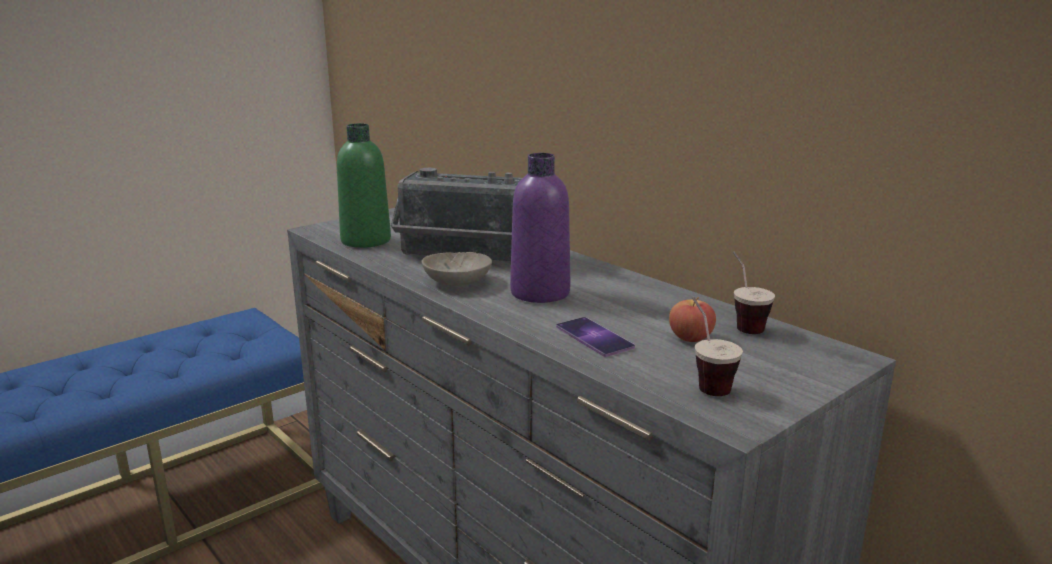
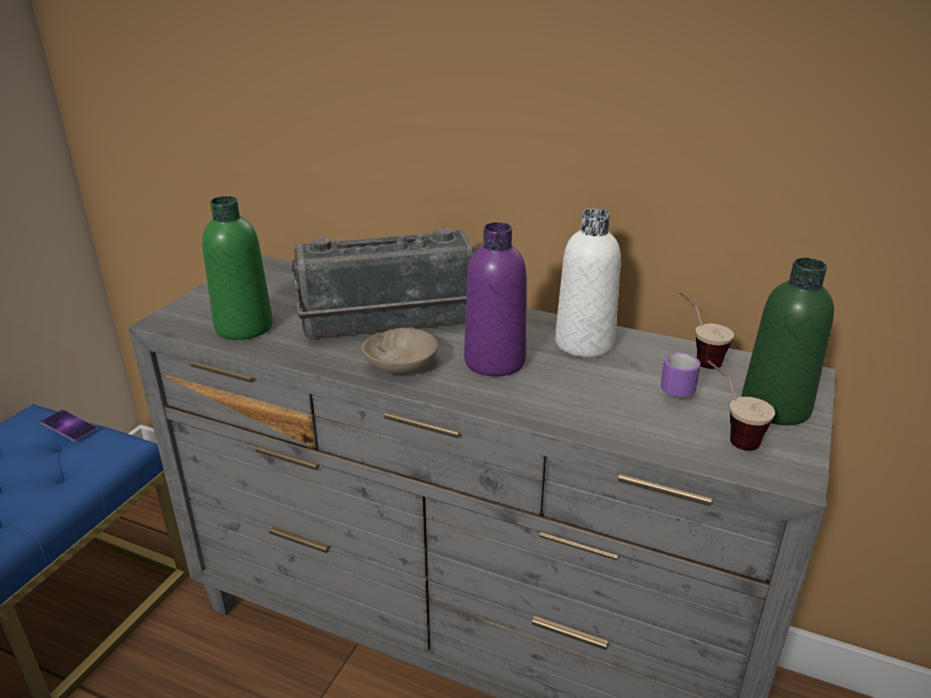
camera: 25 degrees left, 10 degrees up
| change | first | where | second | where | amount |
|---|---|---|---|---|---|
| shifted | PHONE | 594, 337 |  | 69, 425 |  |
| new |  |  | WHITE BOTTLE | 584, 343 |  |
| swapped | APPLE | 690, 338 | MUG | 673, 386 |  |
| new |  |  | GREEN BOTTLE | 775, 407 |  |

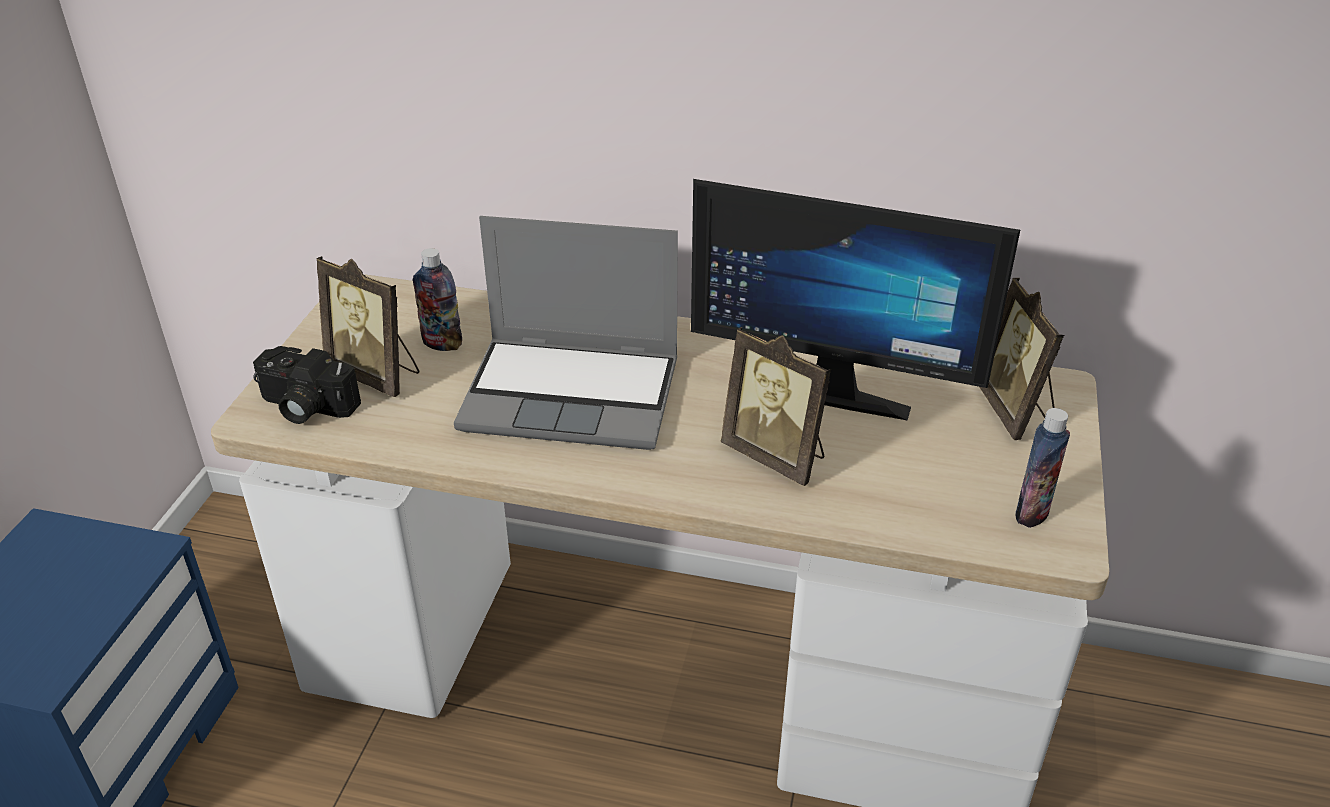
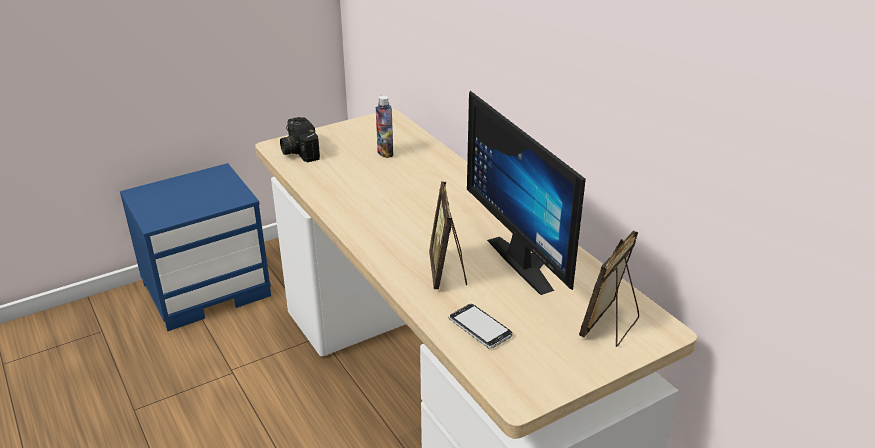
camera: 45 degrees right, 5 degrees down
| change | first | where | second | where | amount |
|---|---|---|---|---|---|
| new |  |  | PHONE | 480, 328 |  |
| gone | PICTURE FRAME | 376, 375 |  |  |  |
| gone | LAPTOP | 574, 394 |  |  |  |
| gone | BOTTLE | 1032, 512 |  |  |  |

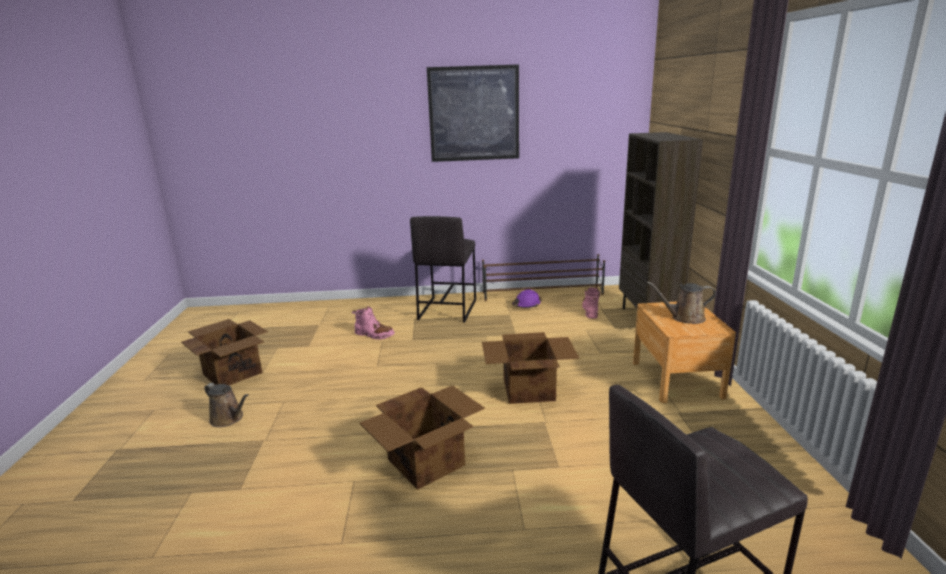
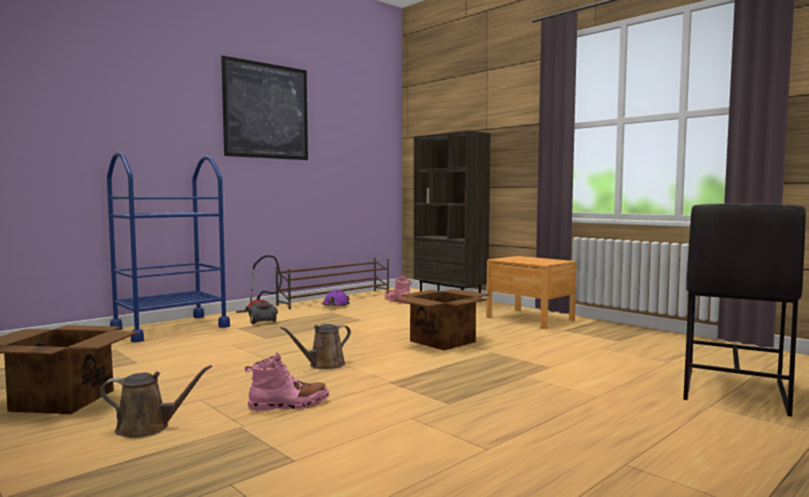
camera: 40 degrees left, 15 degrees down
| change | first | where | second | where | amount |
|---|---|---|---|---|---|
| new |  |  | BLUE CART | 170, 328 |  |
| swapped | GREY STOOL | 447, 310 | VACUUM CLEANER | 261, 318 |  |
| shifted | PINK BOOT | 374, 335 |  | 289, 405 |  |
| shifted | BROWN WATERING CAN | 684, 318 |  | 323, 365 |  |
| gone | CARDBOARD BOX | 427, 462 |  |  |  |

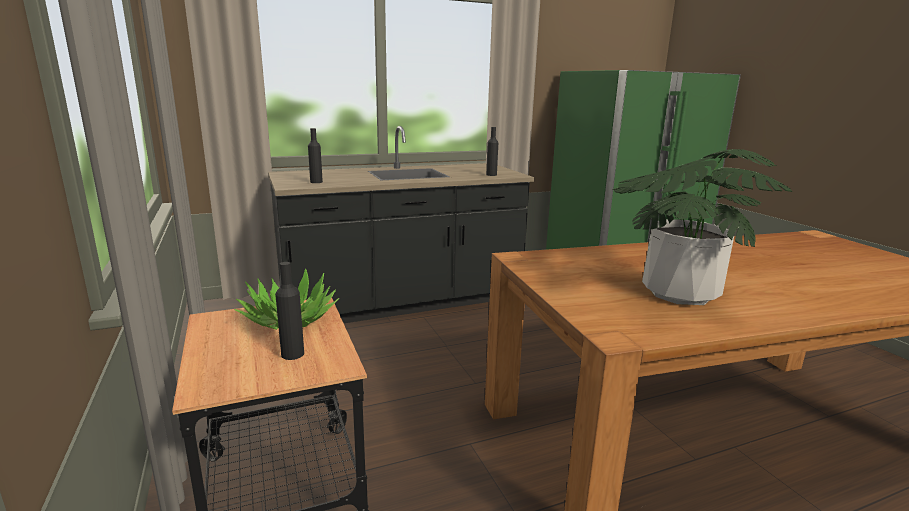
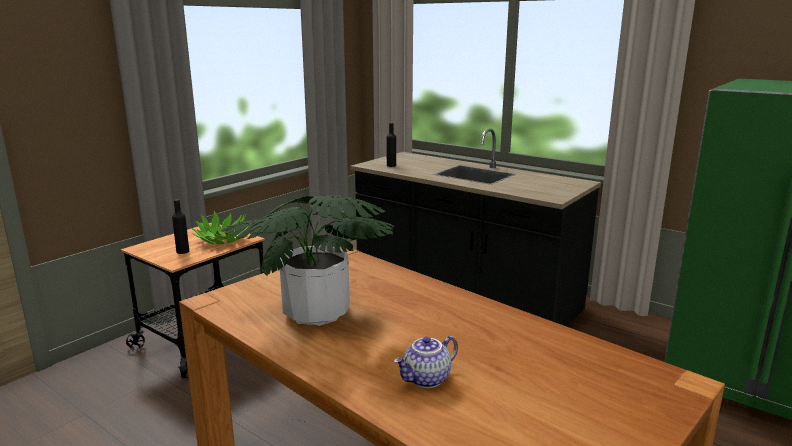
camera: 60 degrees right, 0 degrees up
| change | first | where | second | where | amount |
|---|---|---|---|---|---|
| new |  |  | TEAPOT | 427, 380 |  |
| gone | BLACK BOTTLE | 491, 175 |  |  |  |

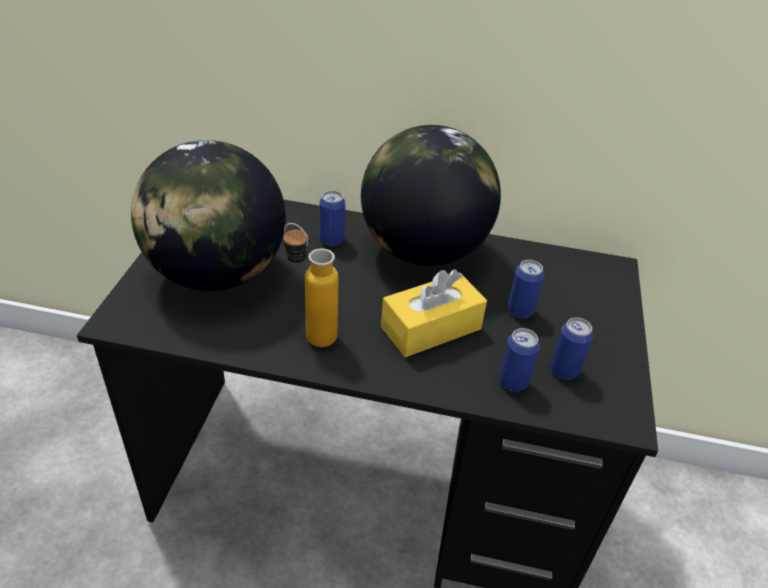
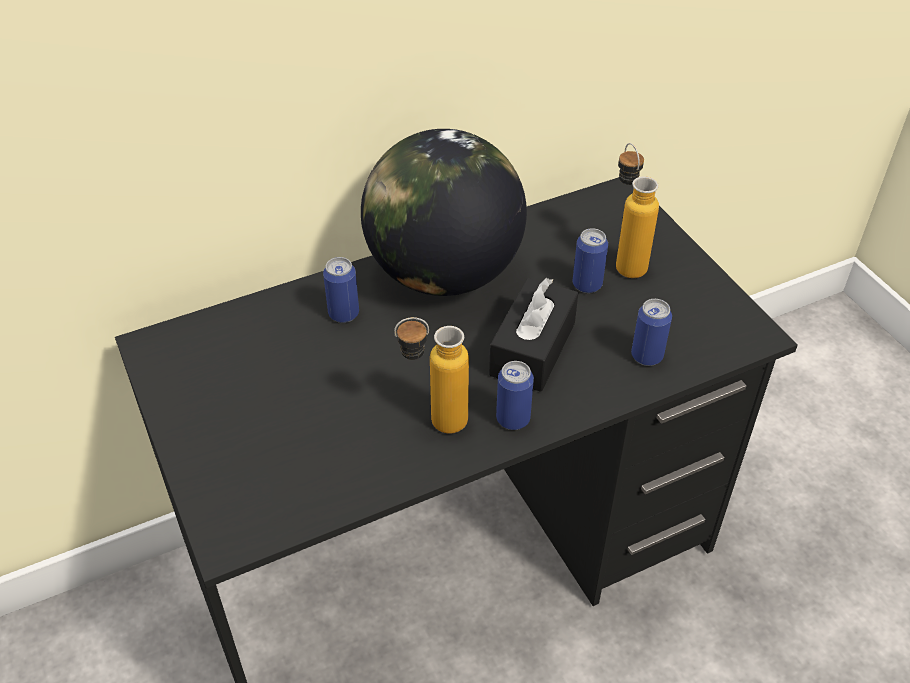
camera: 35 degrees left, 5 degrees up
| change | first | where | second | where | amount |
|---|---|---|---|---|---|
| repainted | YELLOW TISSUE BOX | 431, 328 | BLACK TISSUE BOX | 532, 349 |  |
| shifted | CAN | 564, 370 |  | 513, 419 |  |
| new |  |  | BOTTLE | 625, 260 |  |
| gone | GLOBE | 217, 273 |  |  |  |

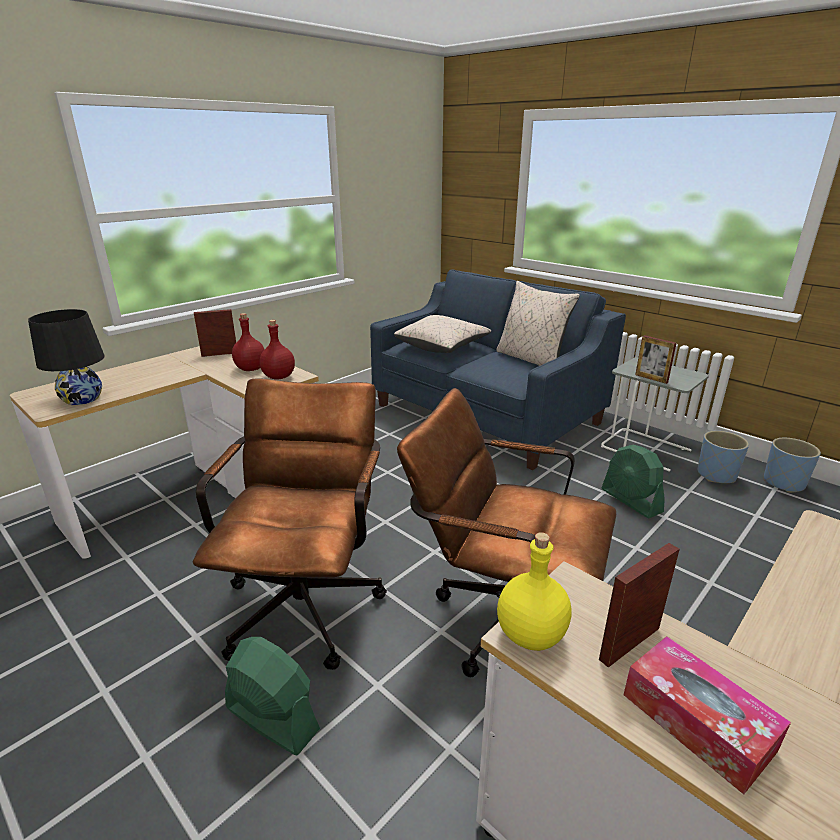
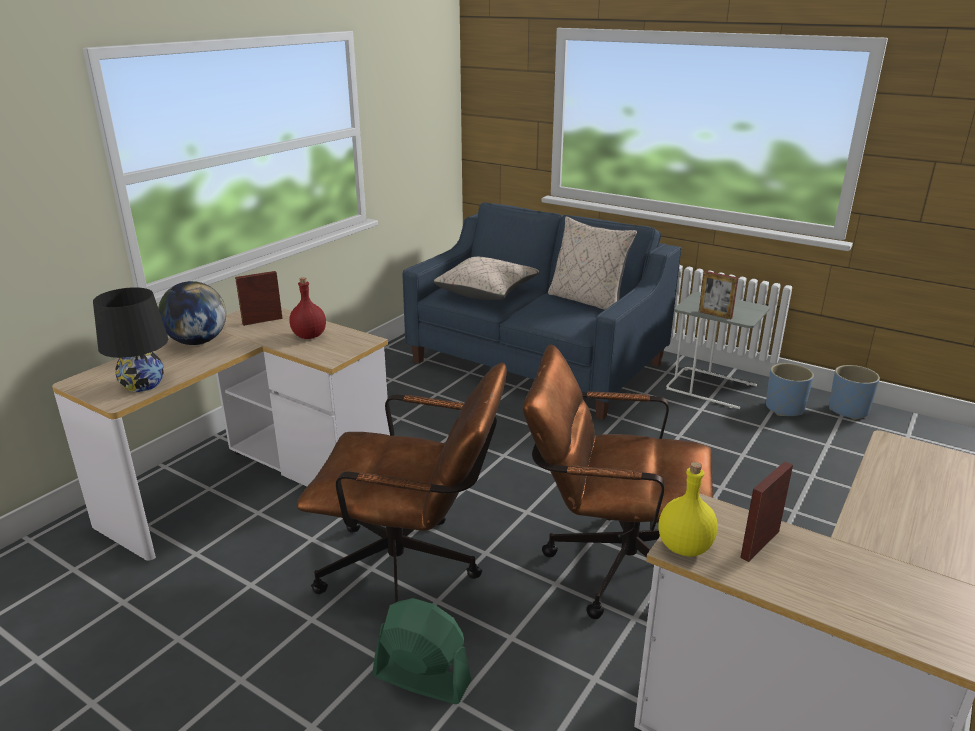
camera: 10 degrees left, 0 degrees up
| change | first | where | second | where | amount |
|---|---|---|---|---|---|
| new |  |  | GLOBE | 197, 342 |  |
| rotated | BROWN OFFICE CHAIR | 307, 598 |  | 413, 570 | 105 degrees clockwise |
| gone | RED BOTTLE | 279, 377 |  |  |  |
| gone | GREEN FAN | 631, 501 |  |  |  |
| gone | TISSUE BOX | 696, 722 |  |  |  |

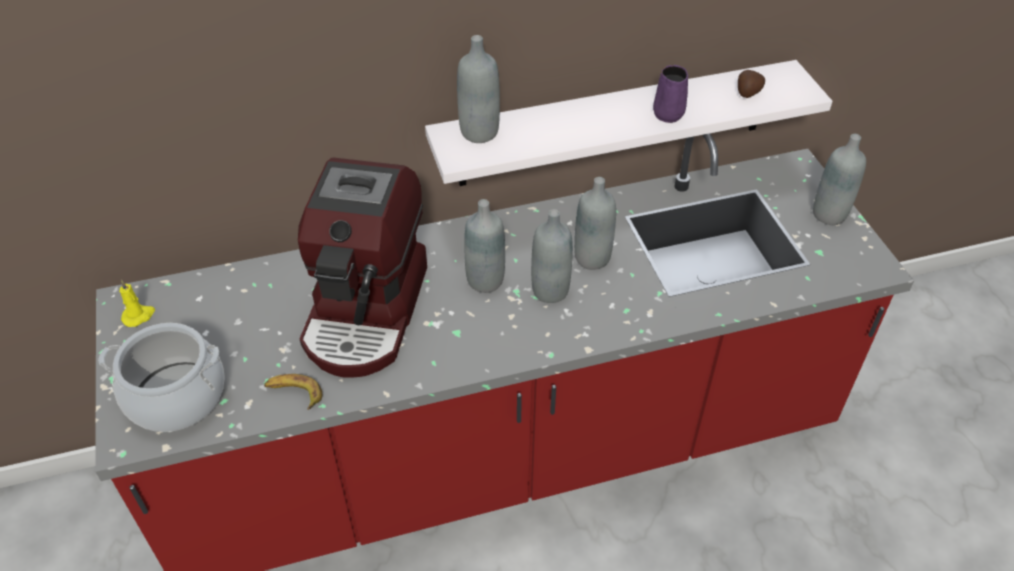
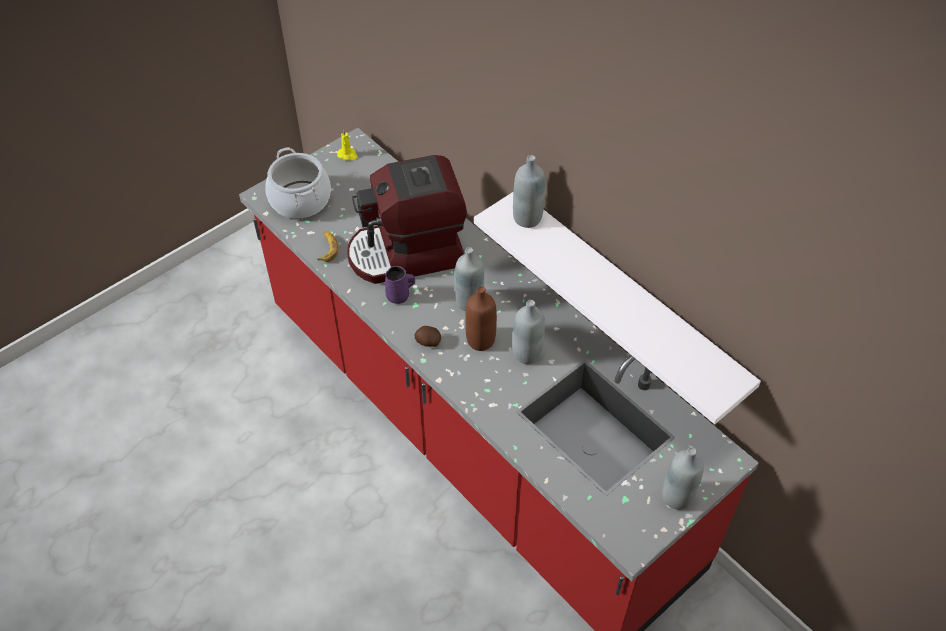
camera: 65 degrees right, 5 degrees up
| change | first | where | second | where | amount |
|---|---|---|---|---|---|
| shifted | PURPLE MUG | 668, 113 |  | 399, 296 |  |
| shifted | POTATO | 747, 93 |  | 428, 342 |  |
| repainted | GREY BOTTLE | 550, 291 | BROWN BOTTLE | 480, 340 |  |

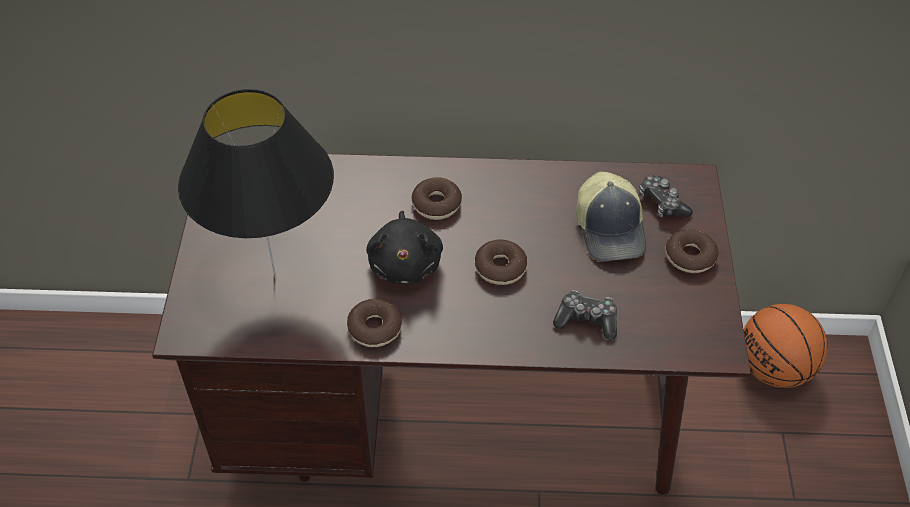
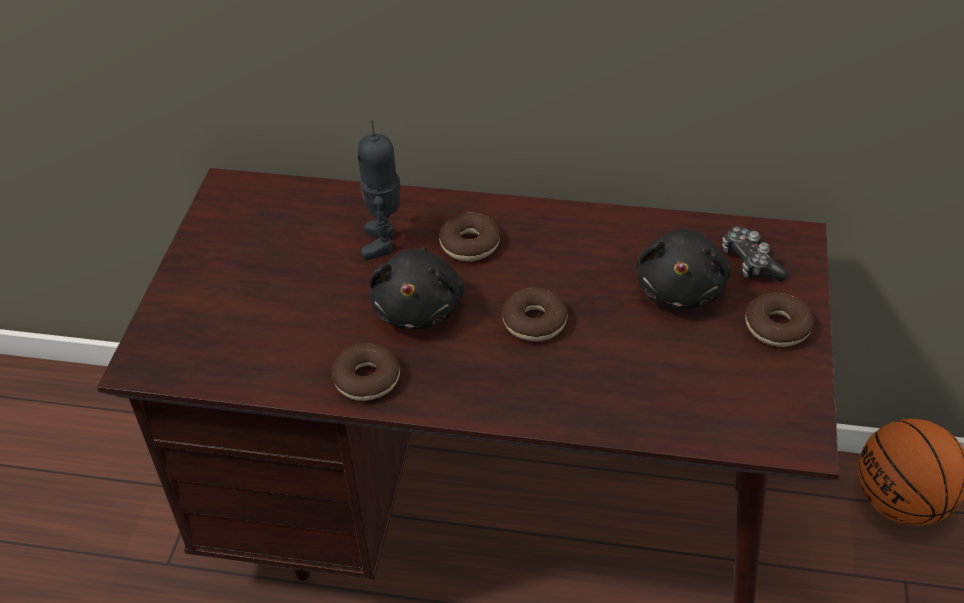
camera: 10 degrees right, 5 degrees down
| change | first | where | second | where | amount |
|---|---|---|---|---|---|
| new |  |  | TOY ROBOT | 384, 243 |  |
| swapped | CAP | 611, 229 | BLACK PLUSH TOY | 680, 288 |  |
| gone | BLACK TABLE LAMP | 274, 278 |  |  |  |
| gone | GAME CONTROLLER | 586, 320 |  |  |  |

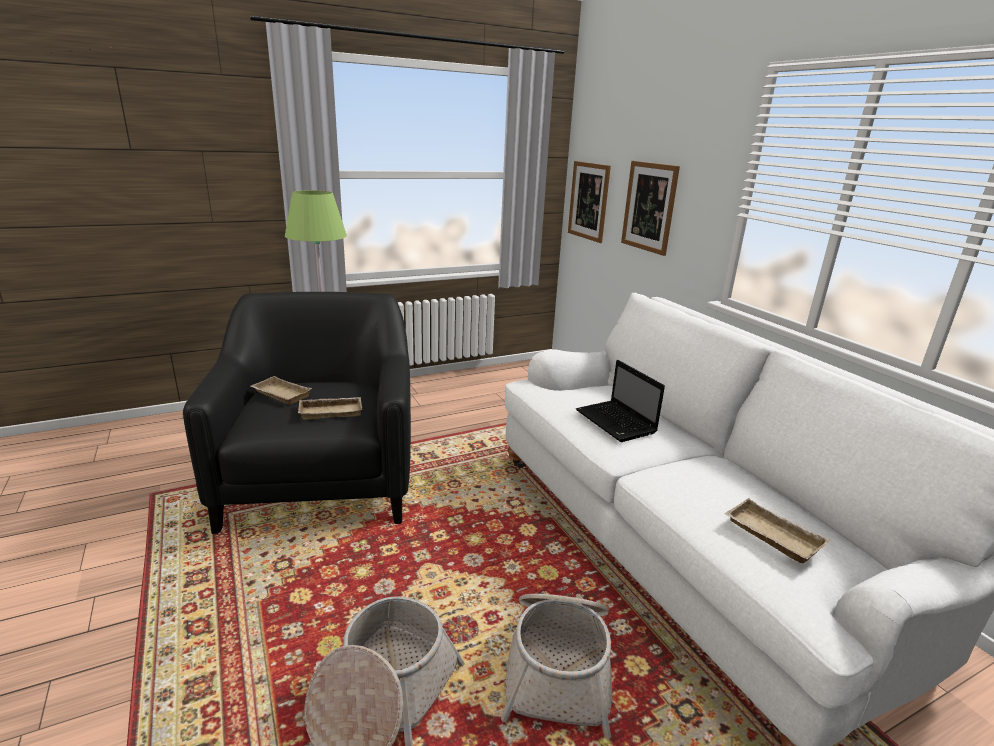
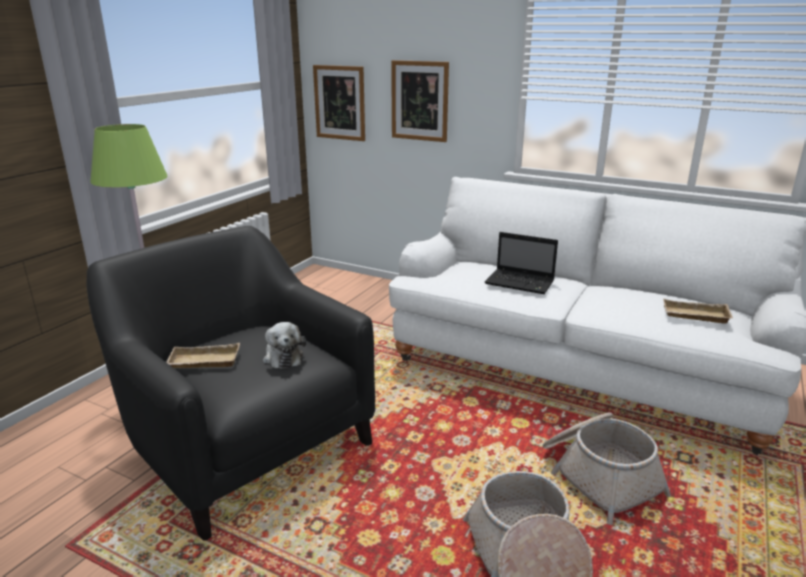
camera: 35 degrees left, 0 degrees up
| change | first | where | second | where | amount |
|---|---|---|---|---|---|
| swapped | BEIGE TRAY | 332, 411 | PLUSH TOY | 283, 356 |  |

